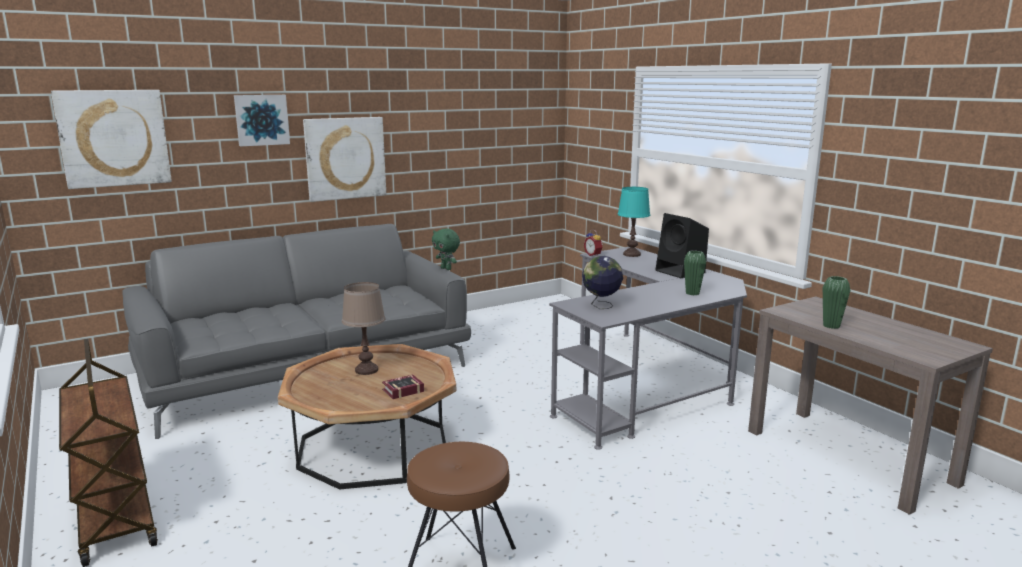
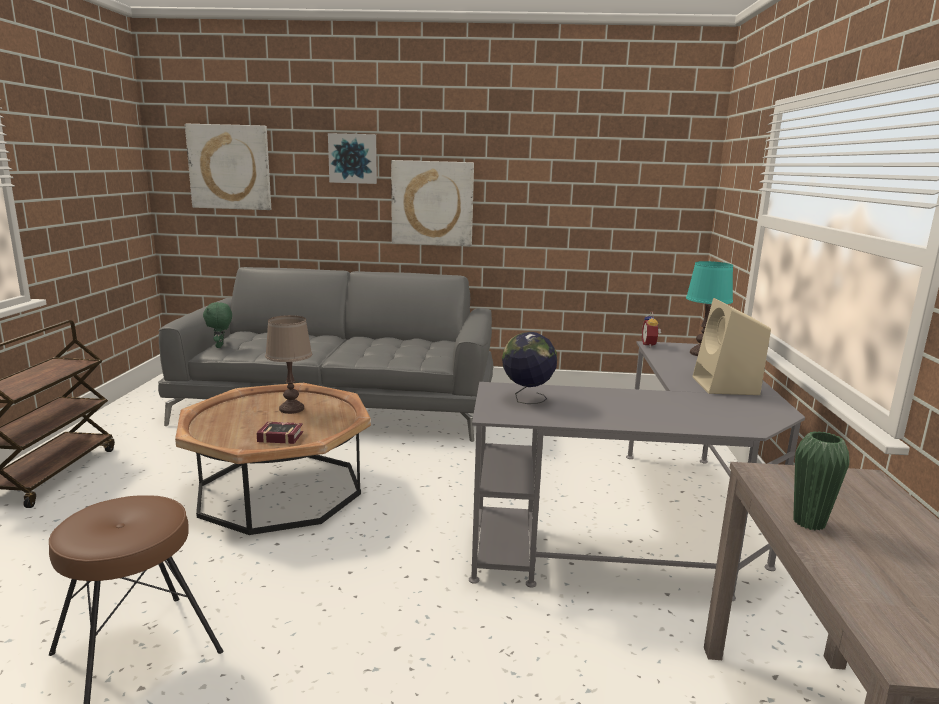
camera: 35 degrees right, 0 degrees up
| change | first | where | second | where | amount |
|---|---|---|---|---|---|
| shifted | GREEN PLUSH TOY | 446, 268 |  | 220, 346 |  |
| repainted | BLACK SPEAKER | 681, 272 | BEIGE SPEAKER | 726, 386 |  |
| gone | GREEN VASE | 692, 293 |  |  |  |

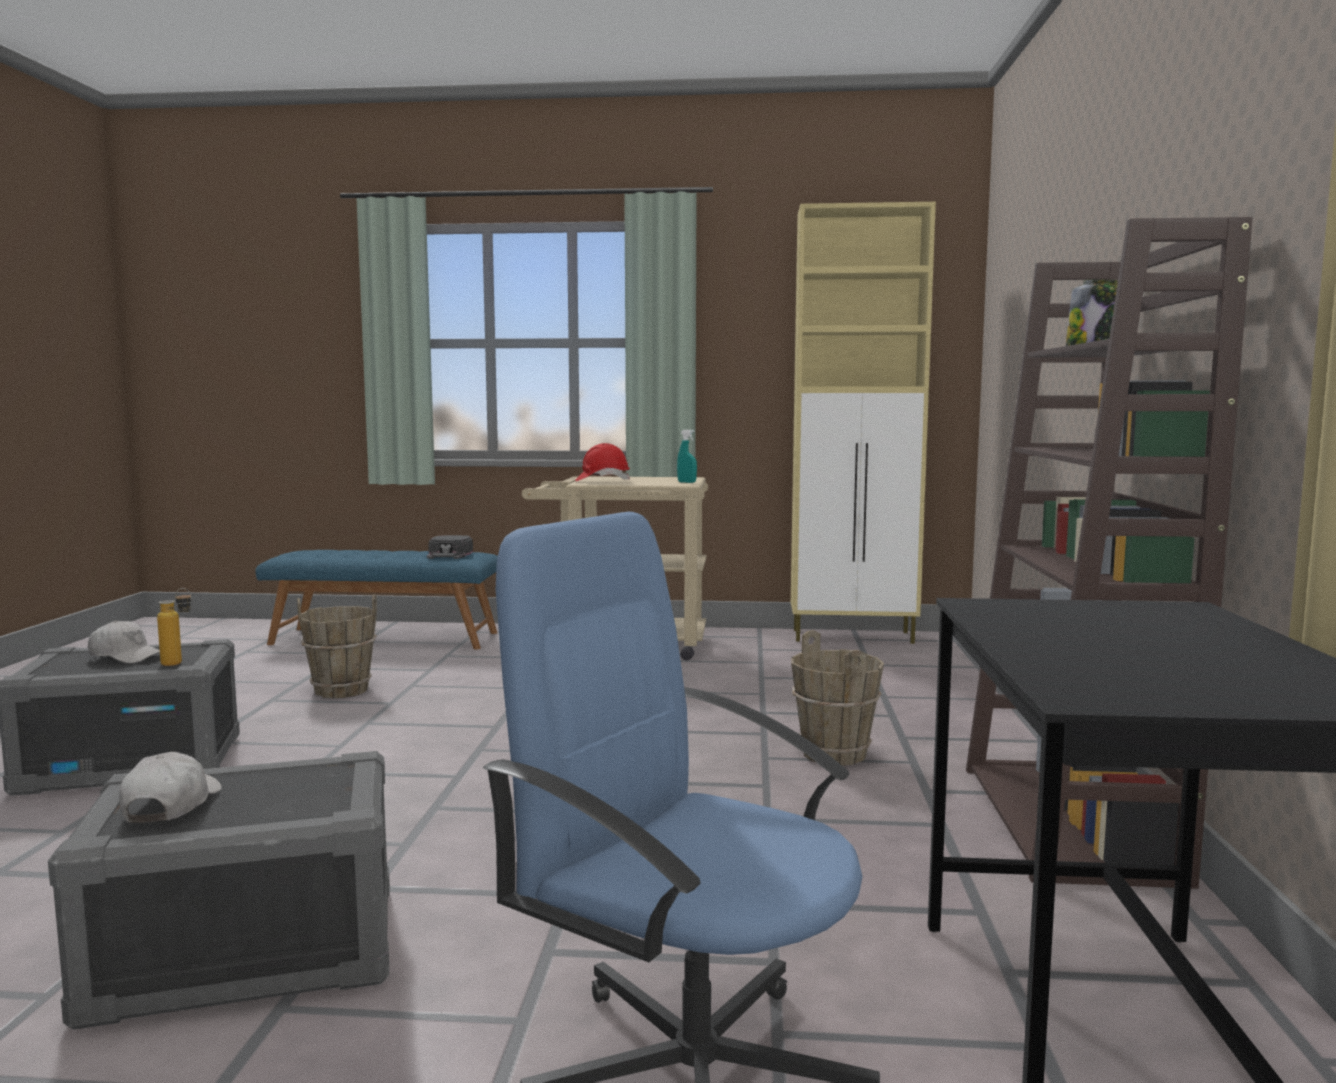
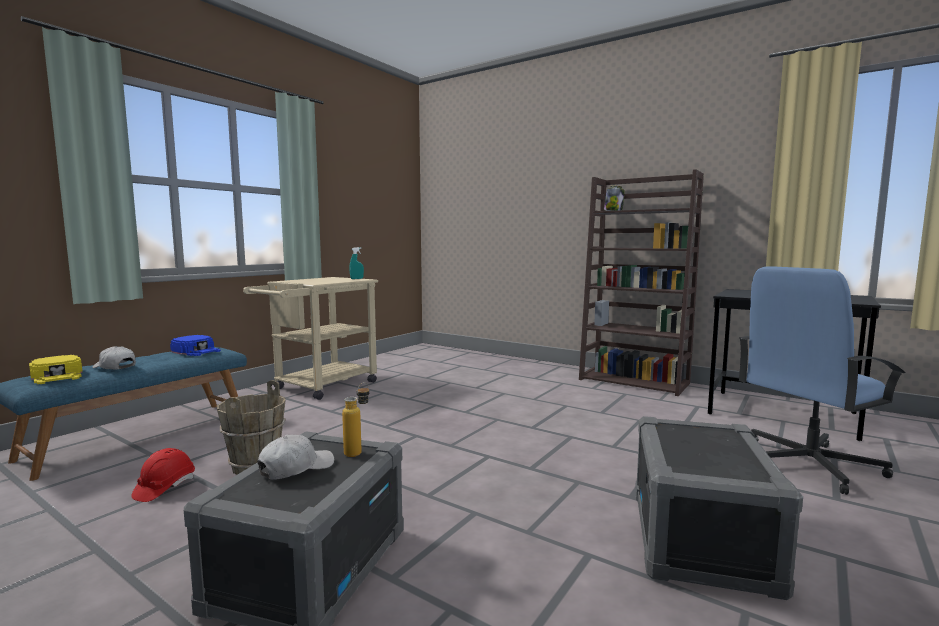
camera: 60 degrees left, 0 degrees up
| change | first | where | second | where | amount |
|---|---|---|---|---|---|
| new |  |  | YELLOW CAP | 58, 376 |  |
| shifted | WHITE CAP | 171, 805 |  | 115, 367 |  |
| shifted | RED HARD HAT | 602, 480 |  | 165, 488 |  |
| repainted | BLACK CAP | 449, 554 | BLUE CAP | 196, 351 |  |
| gone | BEIGE CABINET | 854, 636 |  |  |  |
| gone | BROWN BUCKET | 835, 754 |  |  |  |

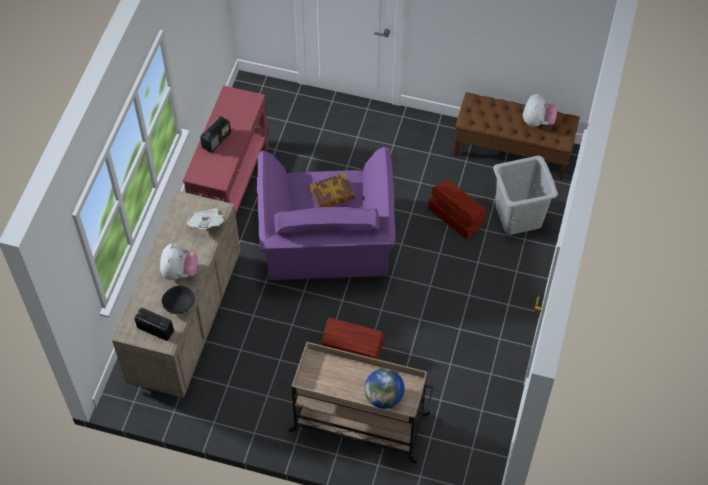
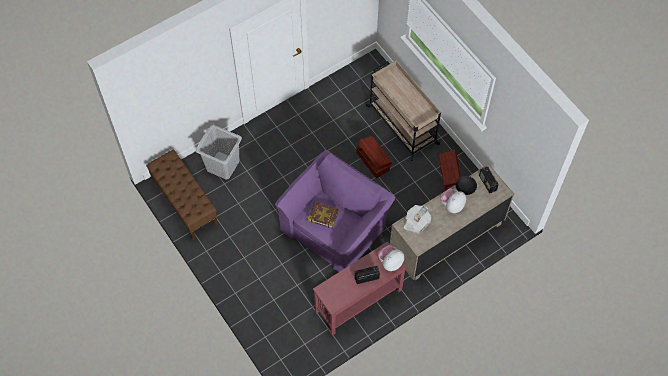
camera: 140 degrees left, 5 degrees up
| change | first | where | second | where | amount |
|---|---|---|---|---|---|
| shifted | PLUSH TOY | 537, 121 |  | 390, 262 |  |
| shifted | BROWN STORAGE BOX | 455, 216 |  | 449, 177 |  |
| gone | GLOBE | 384, 397 |  |  |  |

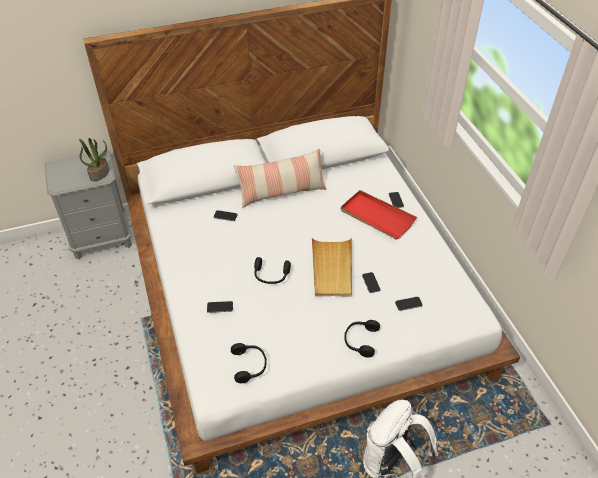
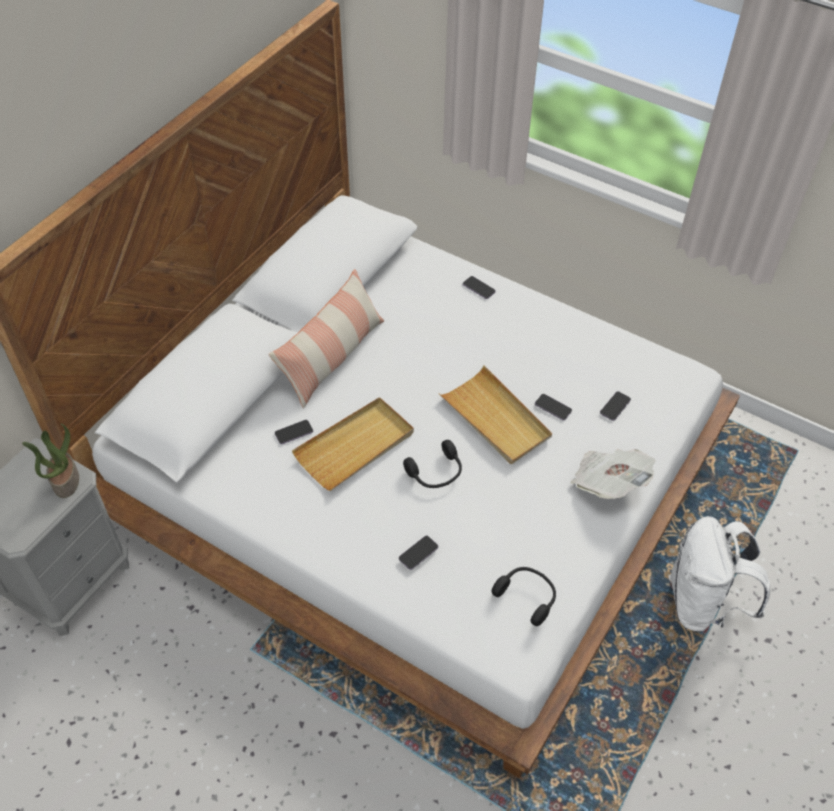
camera: 40 degrees left, 5 degrees up
| change | first | where | second | where | amount |
|---|---|---|---|---|---|
| new |  |  | BEIGE TRAY | 355, 446 |  |
| swapped | BLACK HEADPHONES | 360, 340 | NEWSPAPER | 608, 482 |  |
| gone | RED TRAY | 377, 216 |  |  |  |

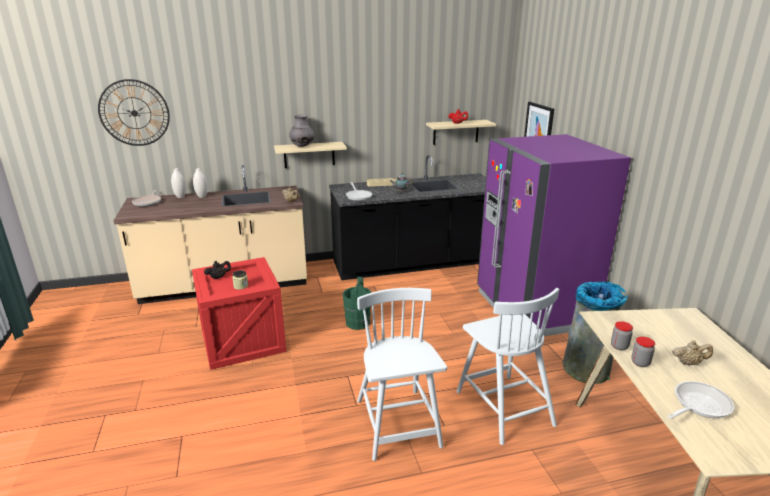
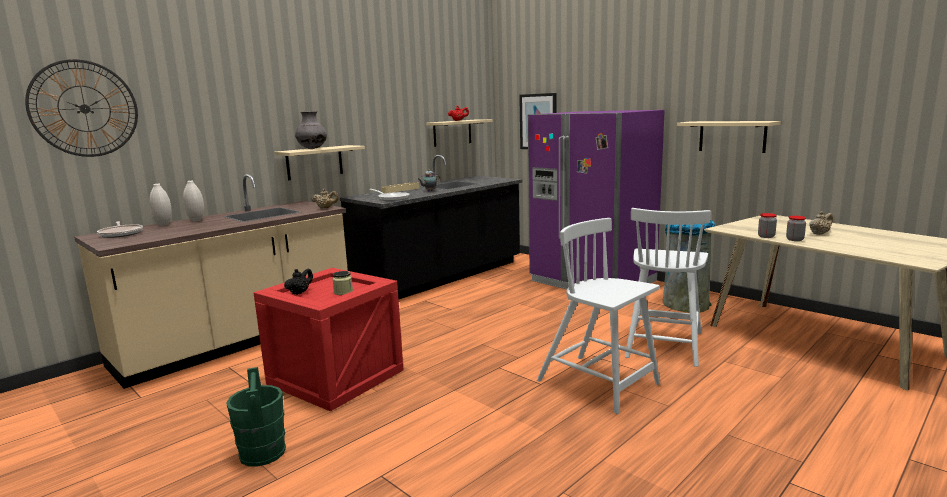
camera: 30 degrees left, 10 degrees down
| change | first | where | second | where | amount |
|---|---|---|---|---|---|
| shifted | GREEN BUCKET | 358, 323 |  | 262, 452 |  |
| rotated | WHITE CHAIR | 503, 407 |  | 664, 344 | 75 degrees clockwise |
| new |  |  | BEIGE SHELF | 732, 136 |  |
| gone | FRYING PAN | 698, 405 |  |  |  |

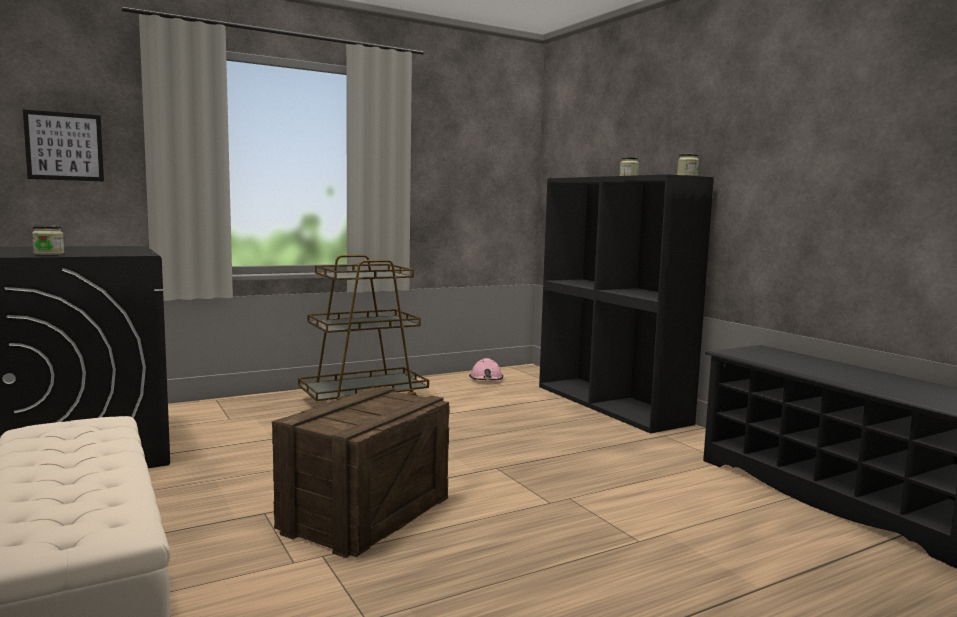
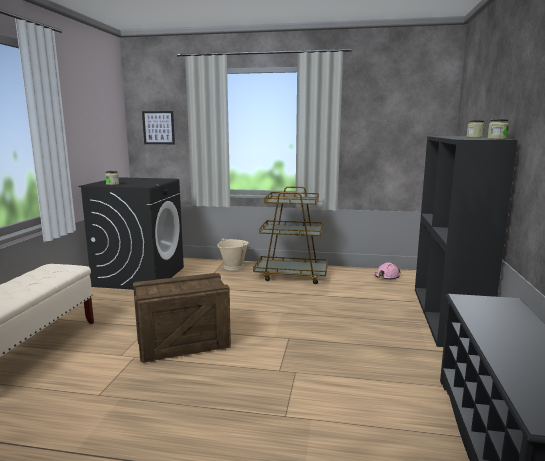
camera: 40 degrees right, 5 degrees up
| change | first | where | second | where | amount |
|---|---|---|---|---|---|
| new |  |  | BEIGE BUCKET | 233, 267 |  |

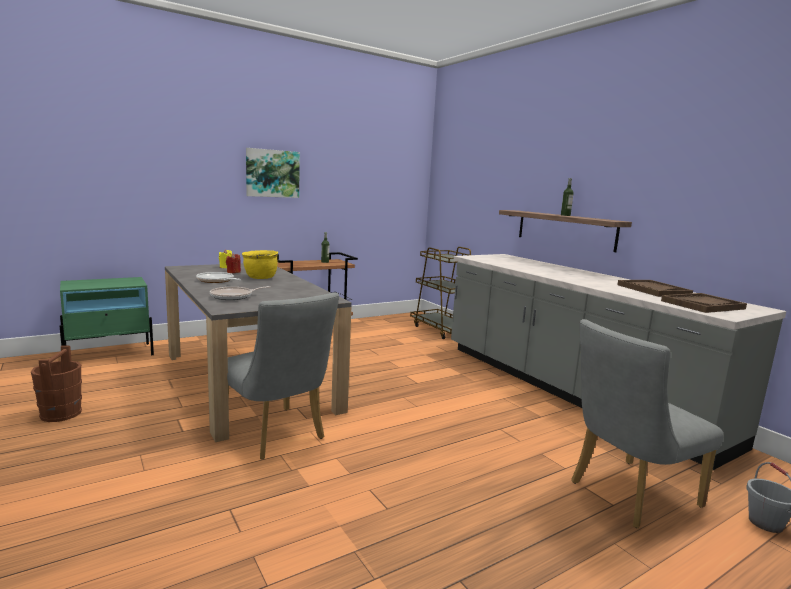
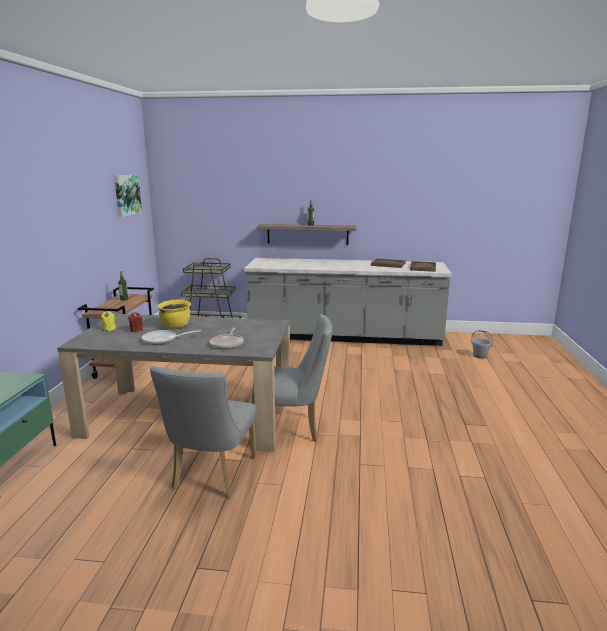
camera: 50 degrees left, 5 degrees up
| change | first | where | second | where | amount |
|---|---|---|---|---|---|
| shifted | PICTURE | 272, 173 |  | 126, 194 |  |
| shifted | GREY CHAIR | 627, 495 |  | 211, 476 |  |
| gone | BROWN BUCKET | 60, 414 |  |  |  |

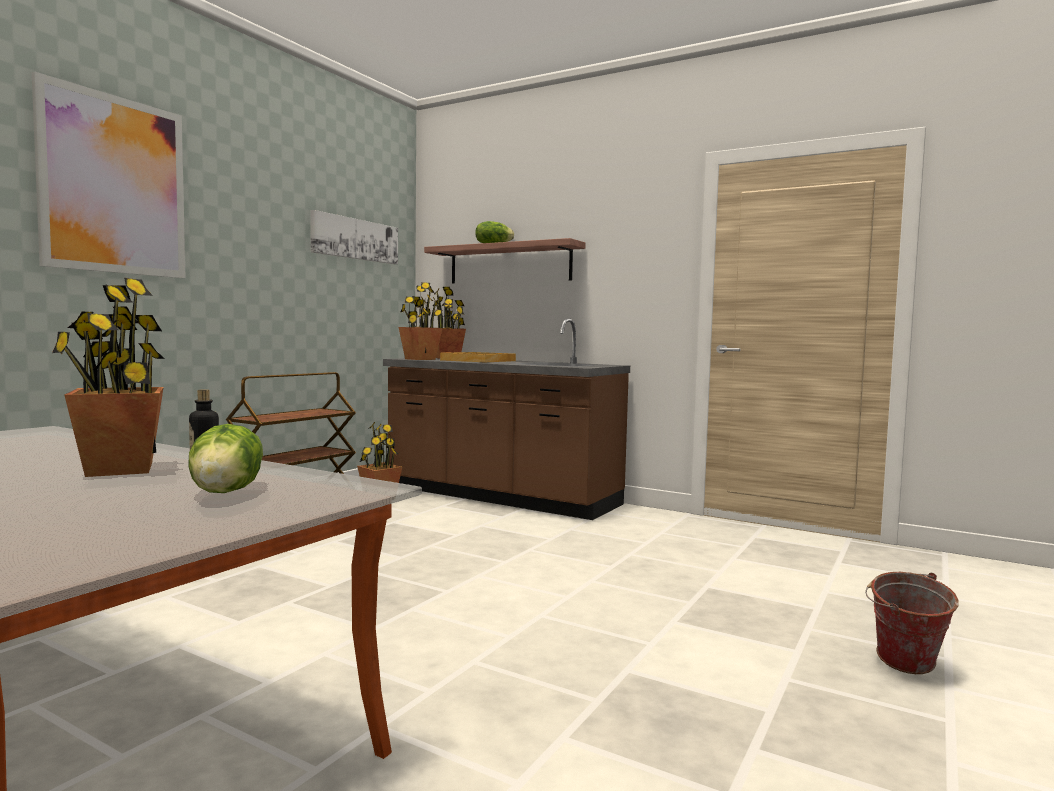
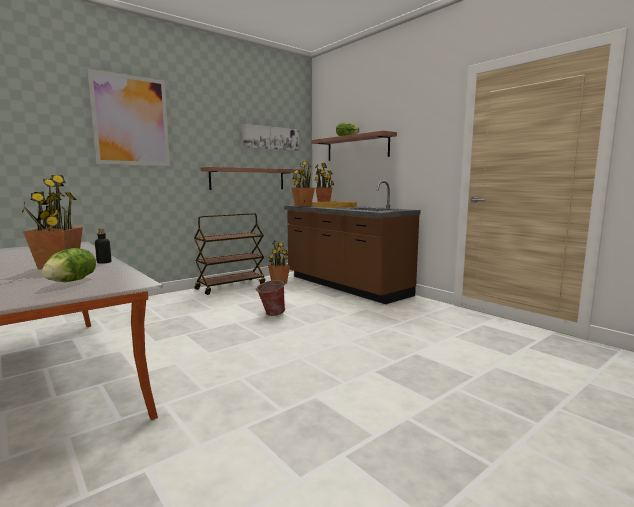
camera: 20 degrees right, 5 degrees up
| change | first | where | second | where | amount |
|---|---|---|---|---|---|
| new |  |  | SHELF | 248, 179 |  |
| shifted | BUCKET | 904, 668 |  | 271, 314 |  |

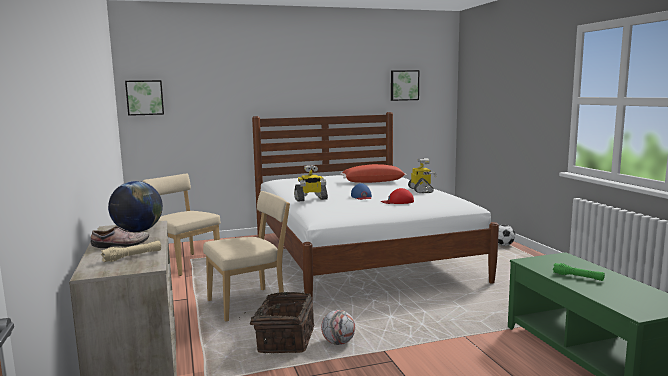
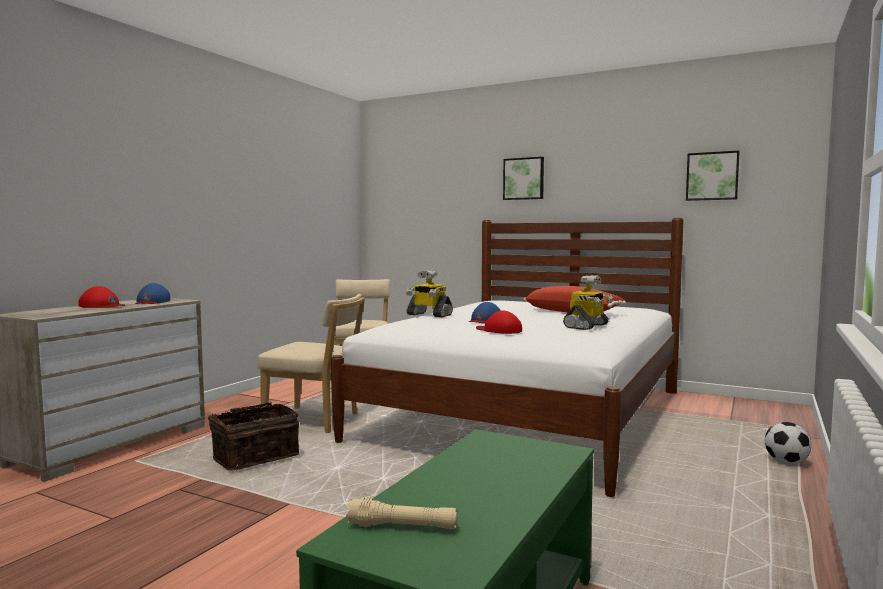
camera: 45 degrees right, 5 degrees down
| change | first | where | second | where | amount |
|---|---|---|---|---|---|
| swapped | SHOE | 121, 245 | RED CAP | 102, 306 |  |
| swapped | GLOBE | 138, 231 | BLUE CAP | 152, 302 |  |
| shifted | BEIGE FLASHLIGHT | 132, 256 |  | 402, 526 |  |
| shifted | PICTURE | 145, 97 |  | 524, 179 |  |
| gone | FOOTBALL | 338, 342 |  |  |  |
| gone | GREEN FLASHLIGHT | 578, 277 |  |  |  |

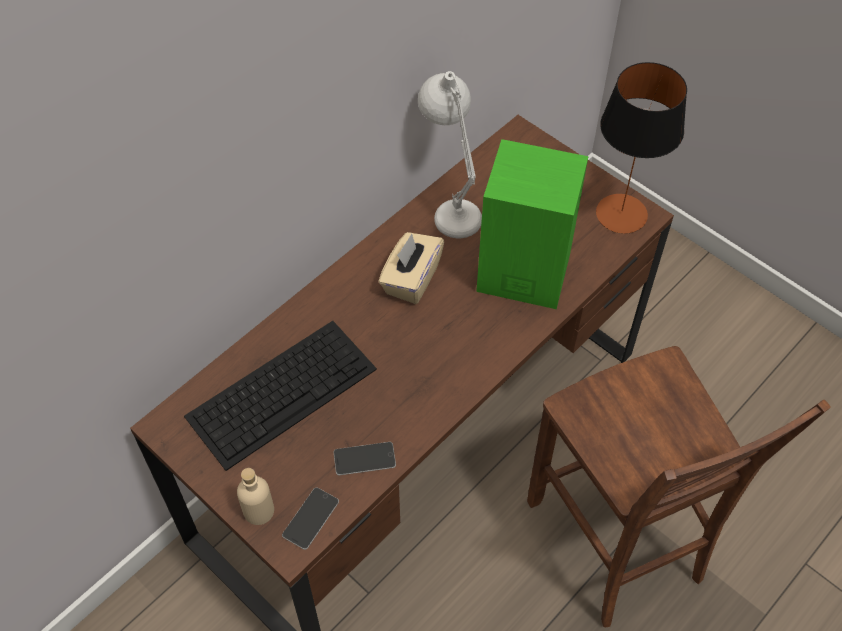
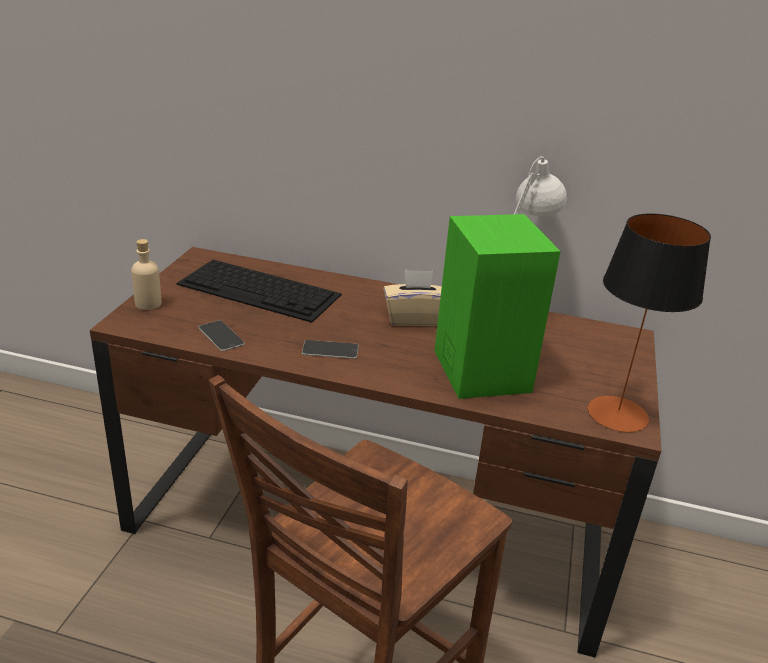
camera: 60 degrees right, 25 degrees down
| change | first | where | second | where | amount |
|---|---|---|---|---|---|
| shifted | PHONE | 310, 518 |  | 330, 350 |  |

